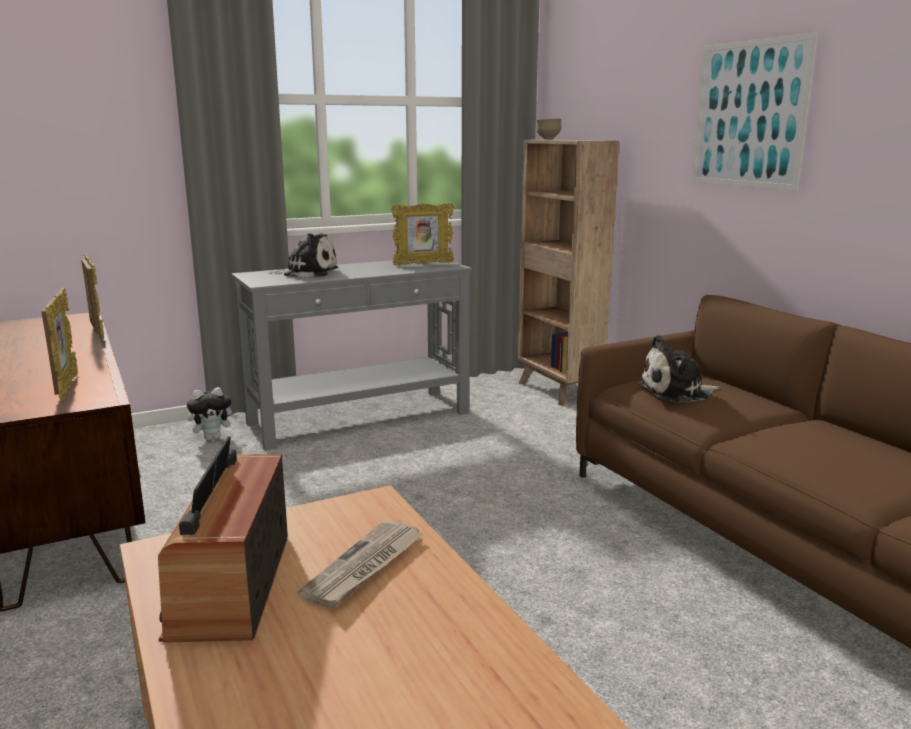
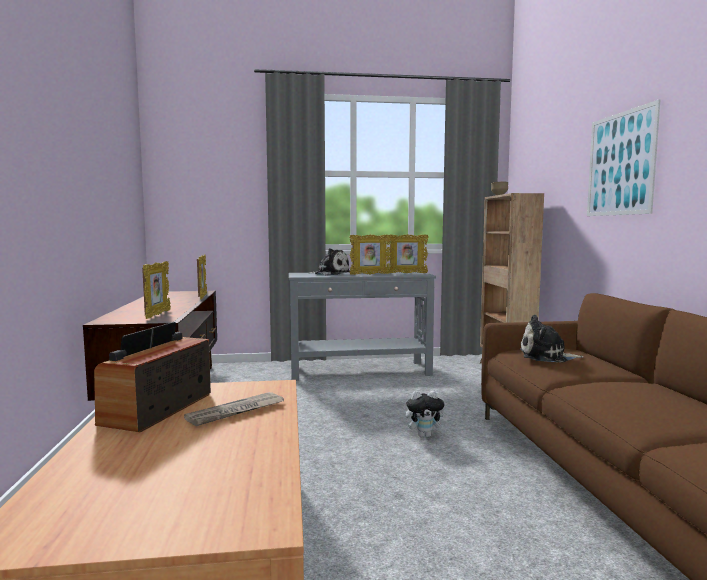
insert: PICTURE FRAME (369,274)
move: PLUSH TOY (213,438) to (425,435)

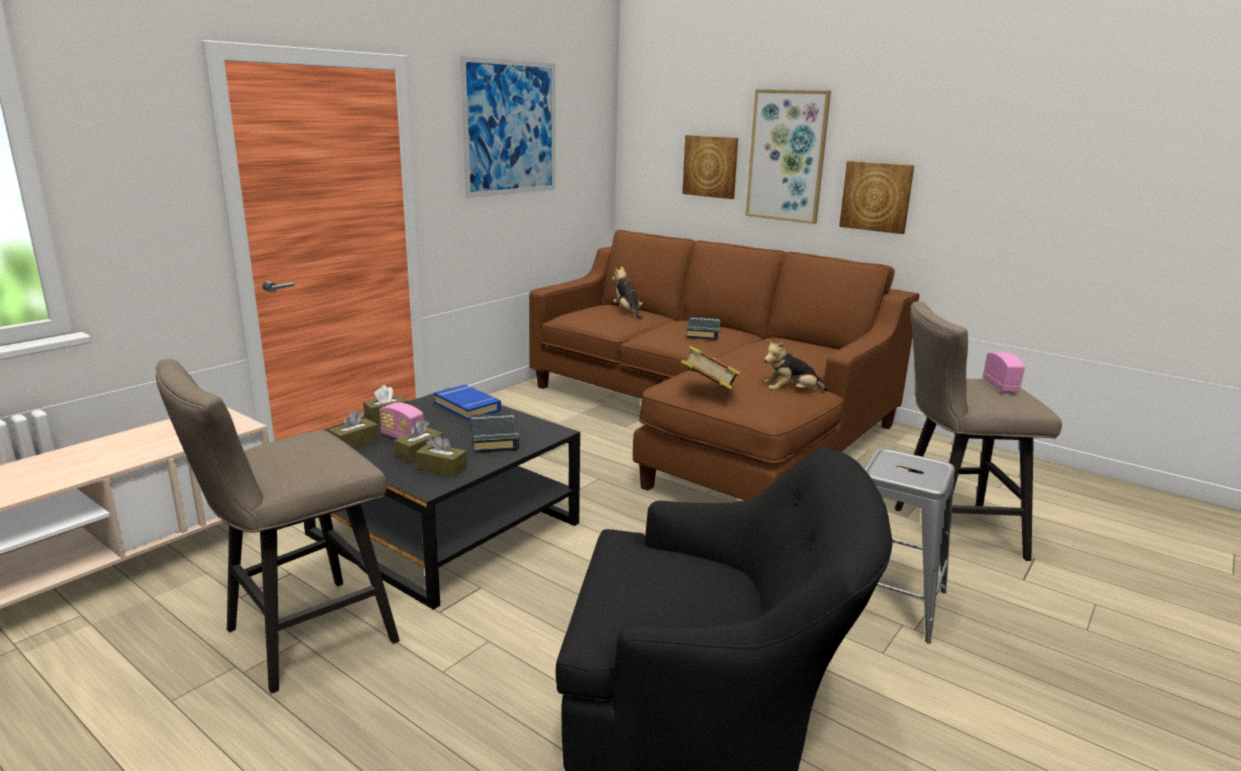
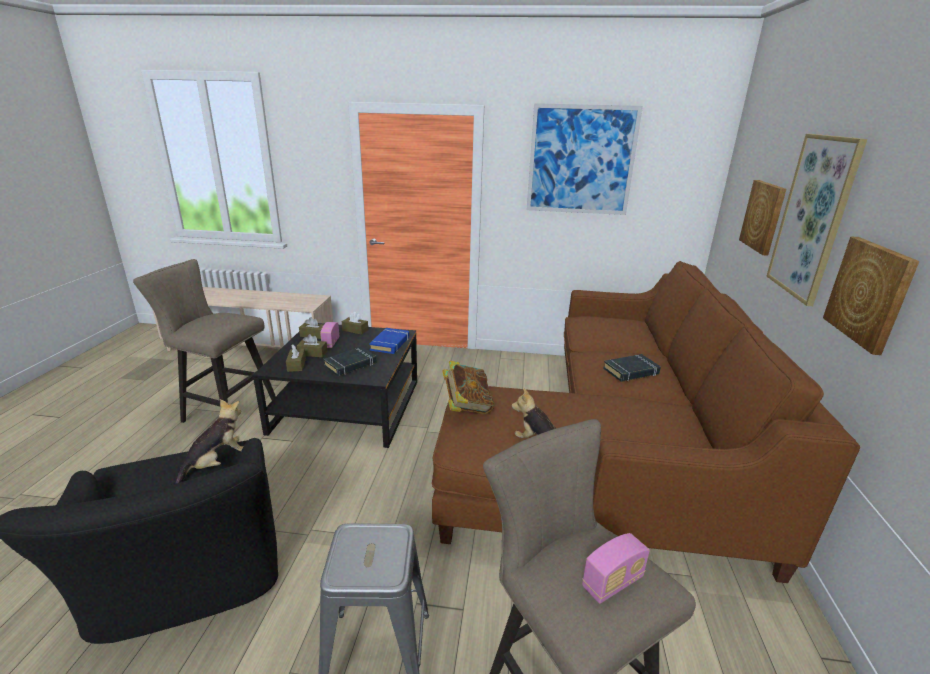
move: PLUSH TOY (627,312) to (217,463)

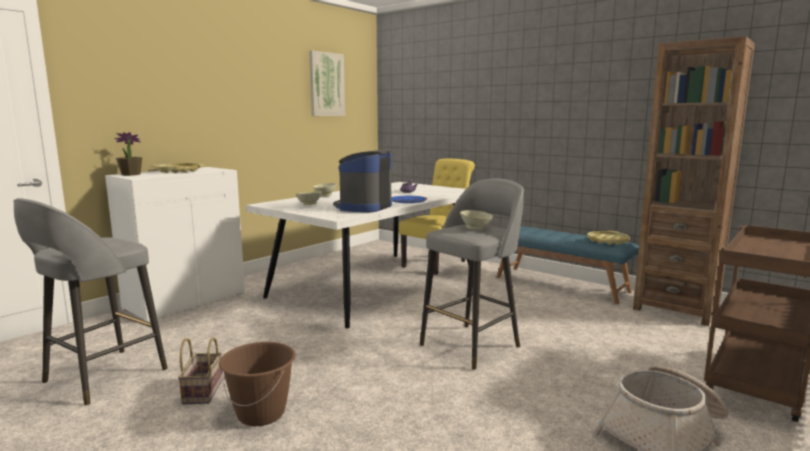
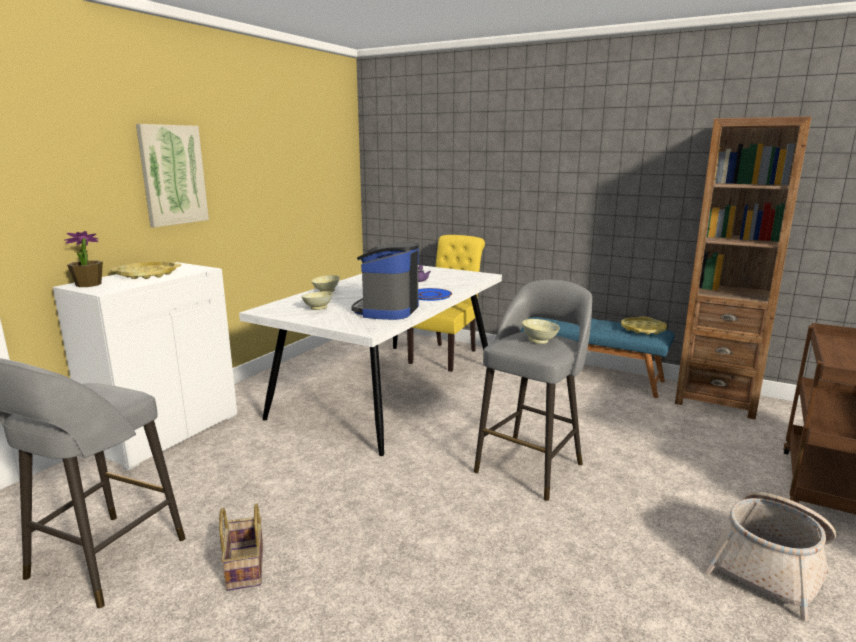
delete: BROWN BUCKET (261,413)
move: PICTURE (326,84) to (172,175)

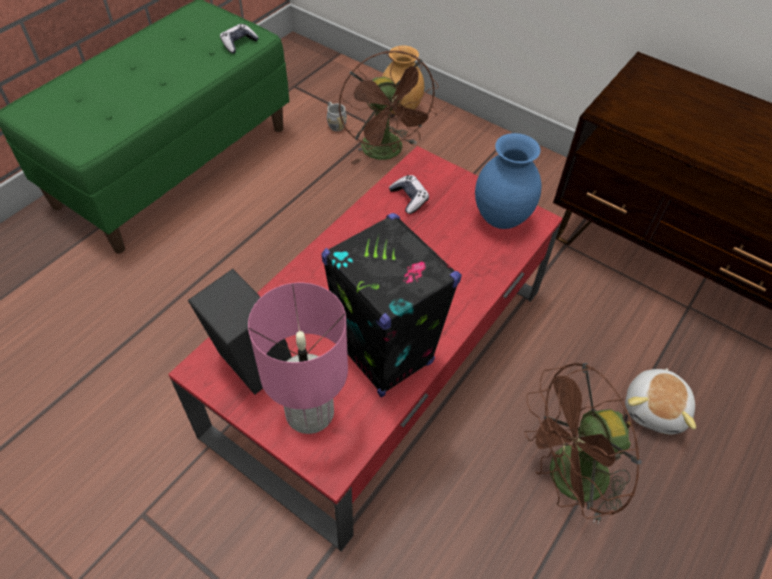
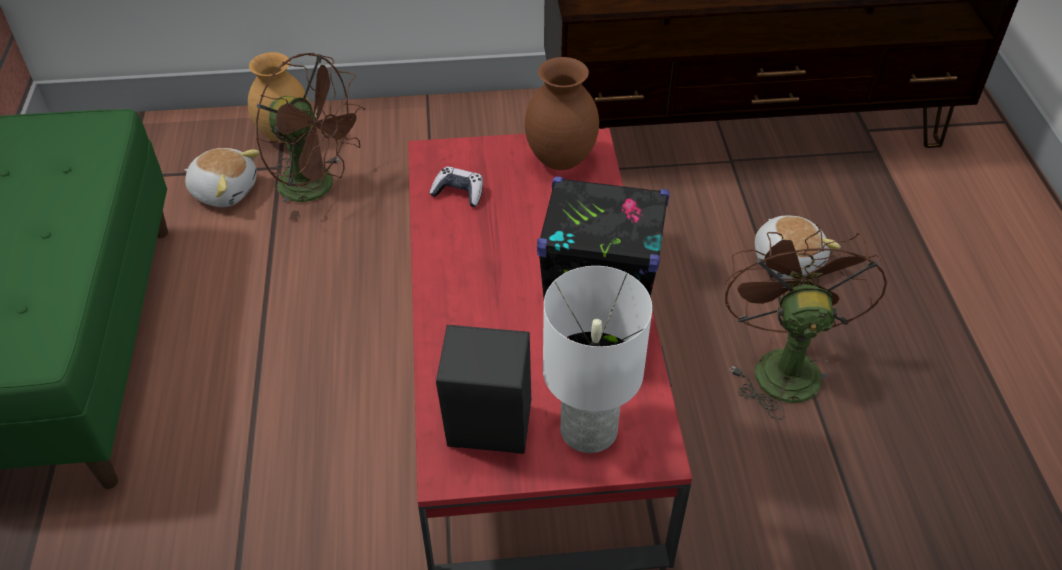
delete: GAME CONTROLLER (239,43)
replace: GREY MUG (335,123) to PLUSH TOY (224,190)
recolor: BLUE VASE (501,220) to BROWN VASE (562,161); PINK TABLE LAMP (310,411) to WHITE TABLE LAMP (588,428)
rotate: BROWN FAN (566,480) = (781,364) 150 degrees clockwise

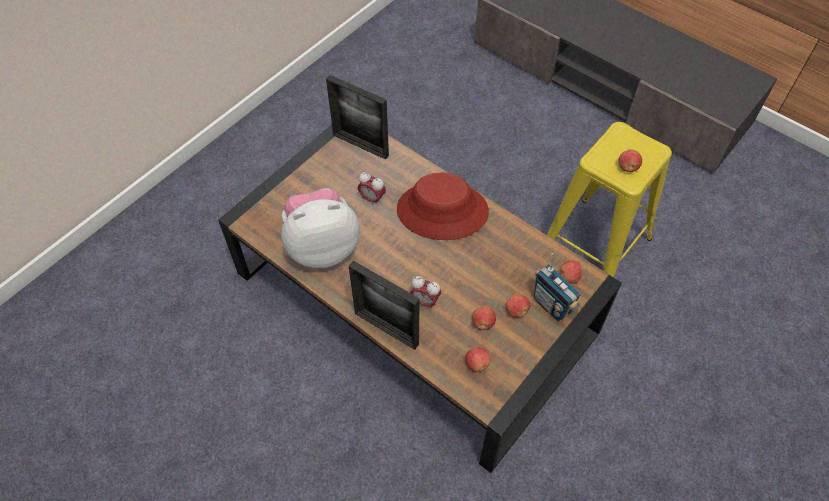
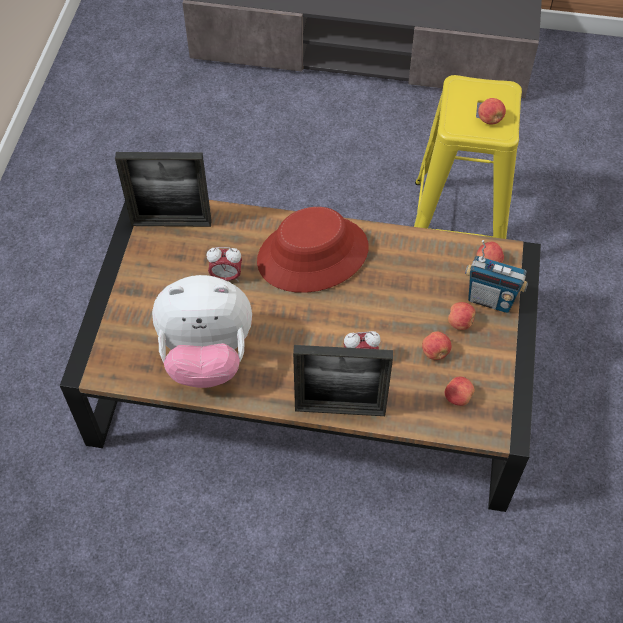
rotate: PLUSH TOY (322,246) = (206,356) 135 degrees counterclockwise

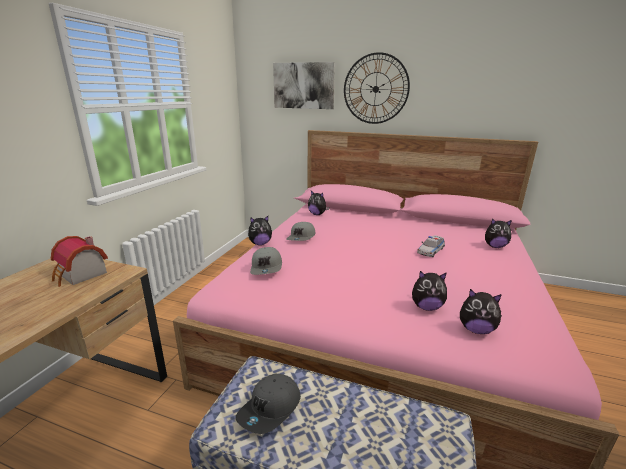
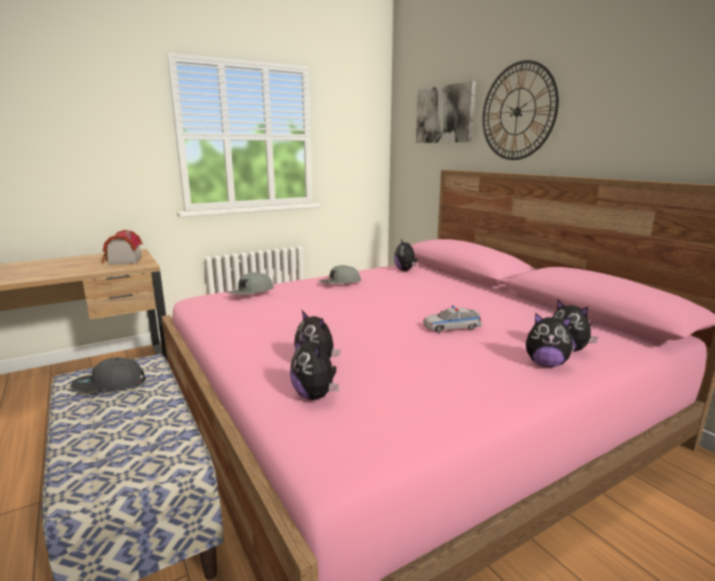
move: PLUSH TOY (260,243) to (546,364)

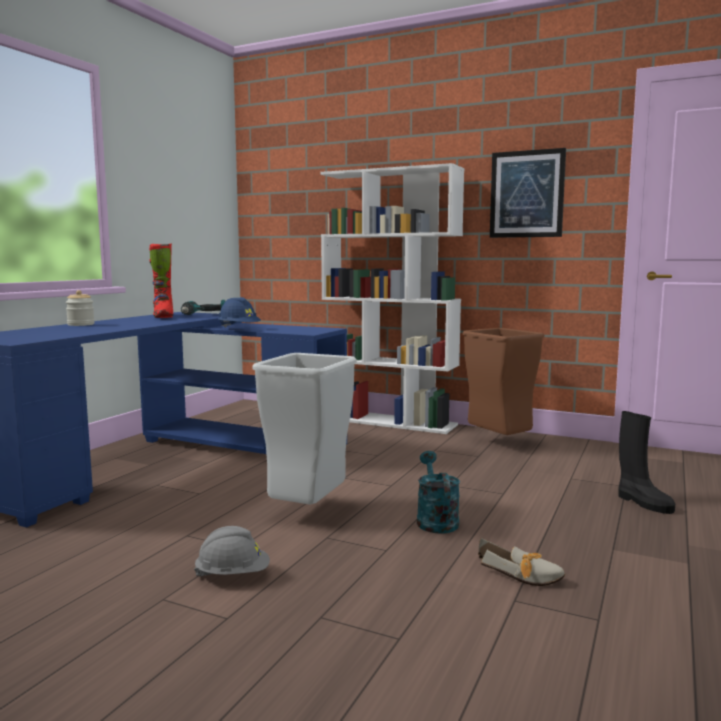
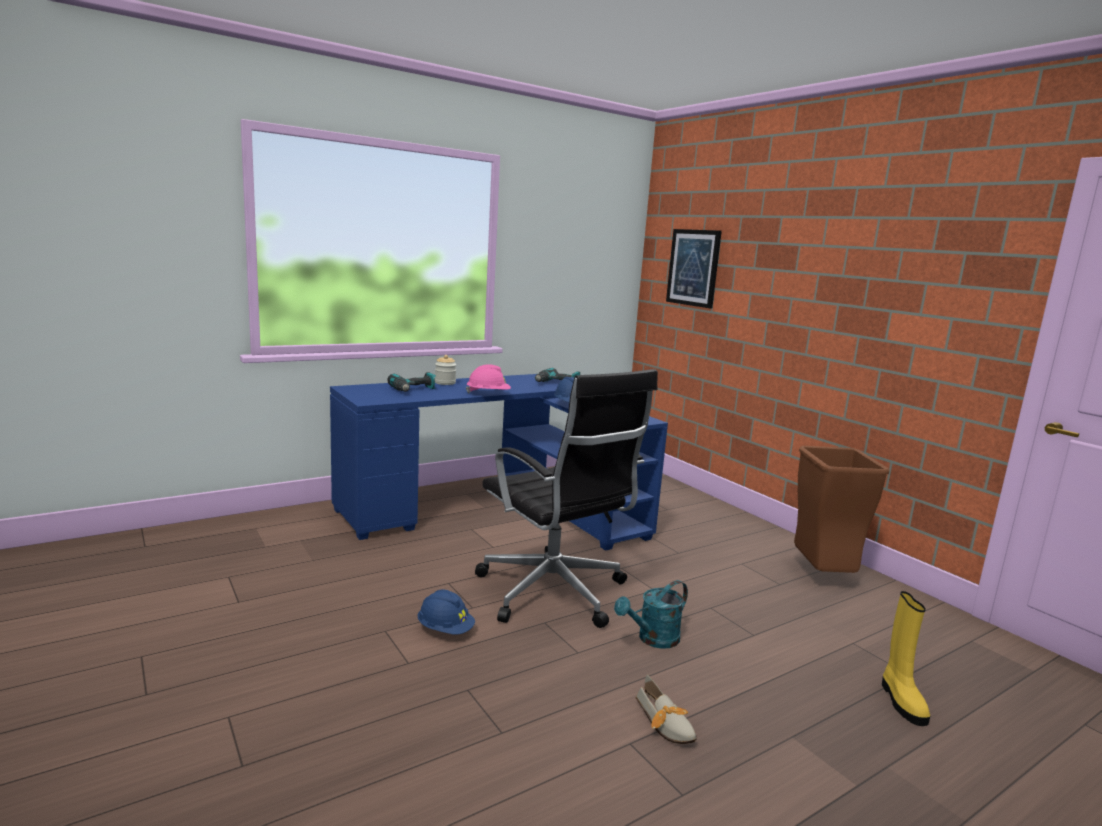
delete: WHITE BOOKCASE (390,421); RED BOOT (163,316)
insert: PINK HARD HAT (488,394); POWER DRILL (413,390)
move: PICTURE (527,194) to (693,267)
replace: GREY TRASH CAN (308,512) to BLACK OFFICE CHAIR (554,593)
recolor: BLACK BOOT (643,503) to YELLOW BOOT (901,701); GREY HARD HAT (233,575) to BLUE HARD HAT (445,630)
rotate: TURQUOISE WATERING CAN (435,520) = (653,639) 150 degrees counterclockwise

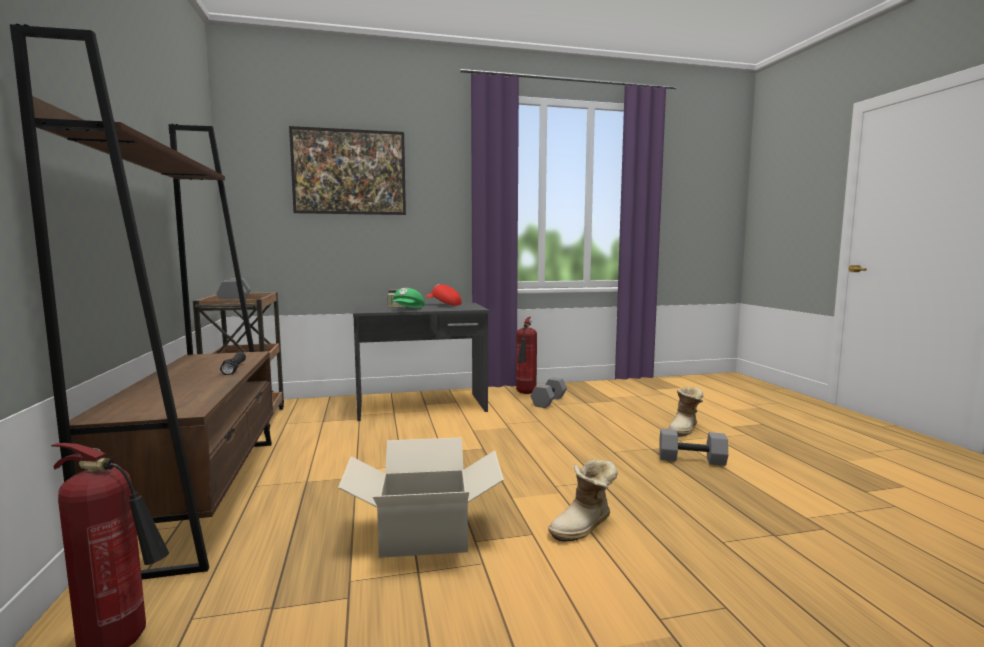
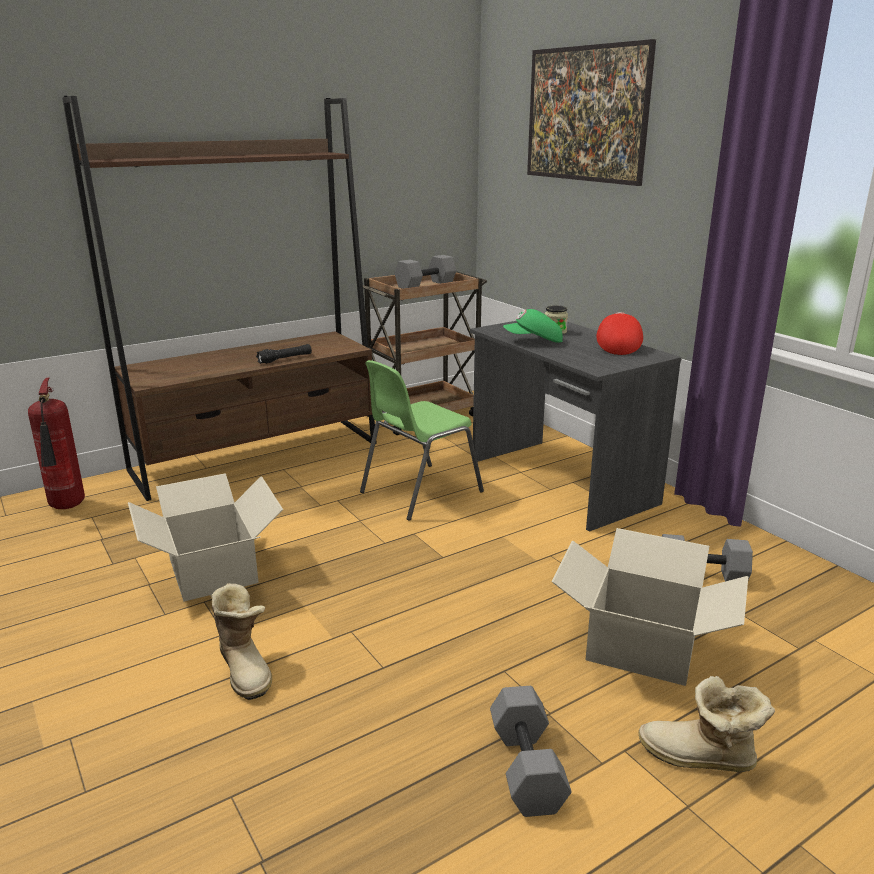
delete: FIRE EXTINGUISHER (526,393)
insert: GREEN CHAIR (418,492); CARDBOARD BOX (641,648)
rotate: BOOT (584,527) = (246,668) 150 degrees counterclockwise

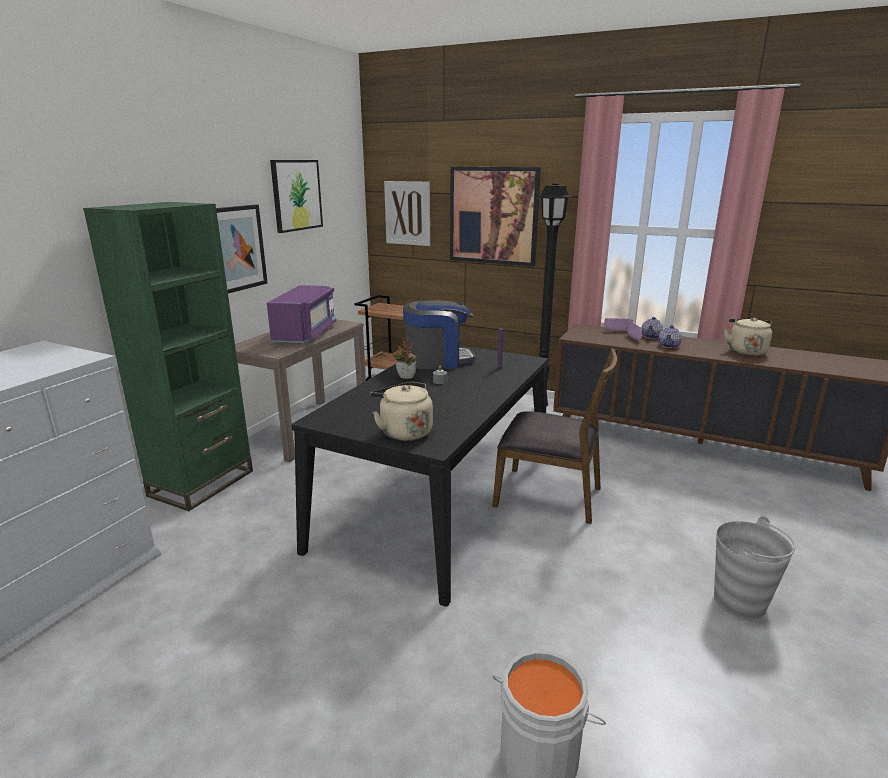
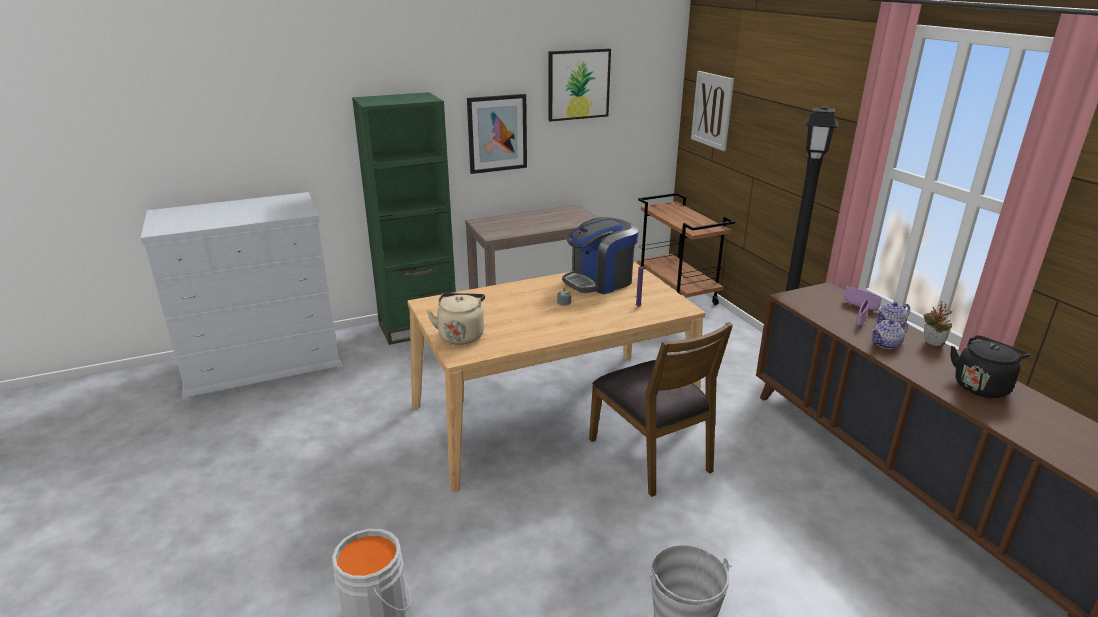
delete: PICTURE (493,216); PURPLE MICROWAVE (305,334)
move: POTTED PLANT (405,378) to (930,344)
recolor: BEIGE KETTLE (745,351) to BLACK KETTLE (981,386); BLACK DINING TABLE (438,500) to BEIGE DINING TABLE (553,413)
rotate: COFFEE MACHINE (438,360) = (600,281) 120 degrees clockwise

